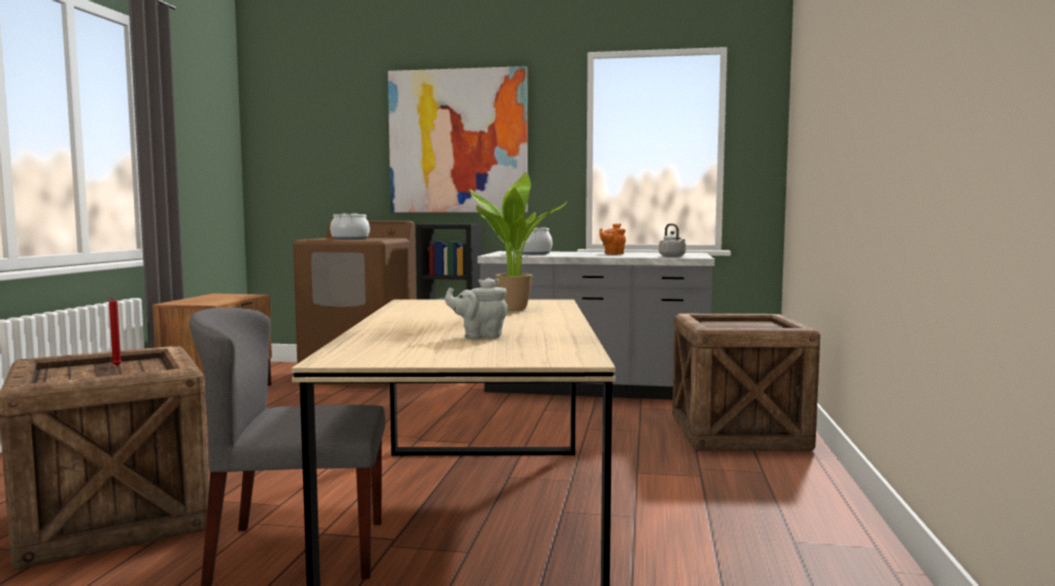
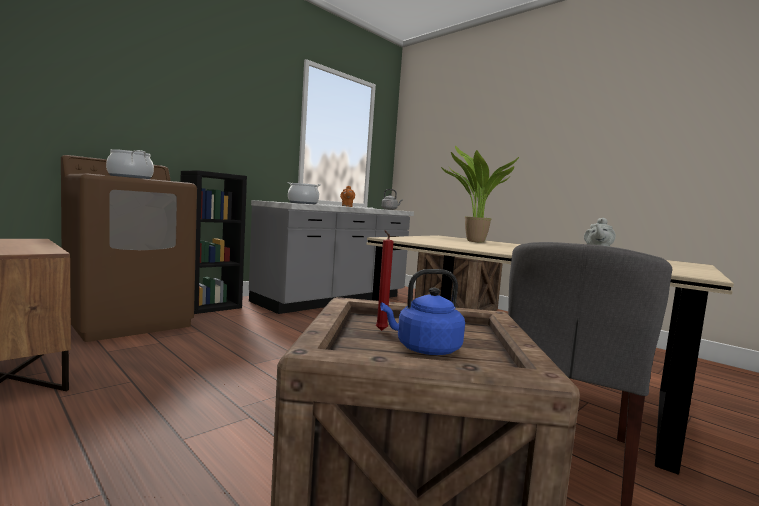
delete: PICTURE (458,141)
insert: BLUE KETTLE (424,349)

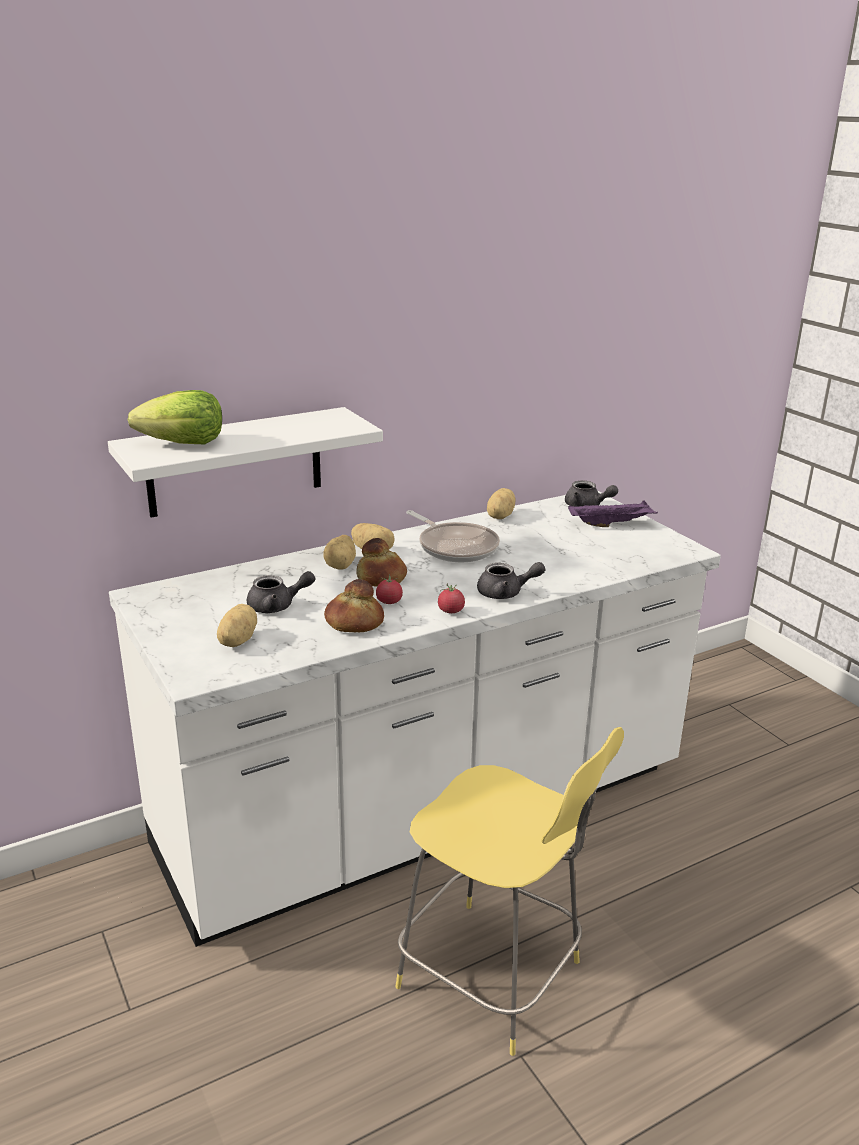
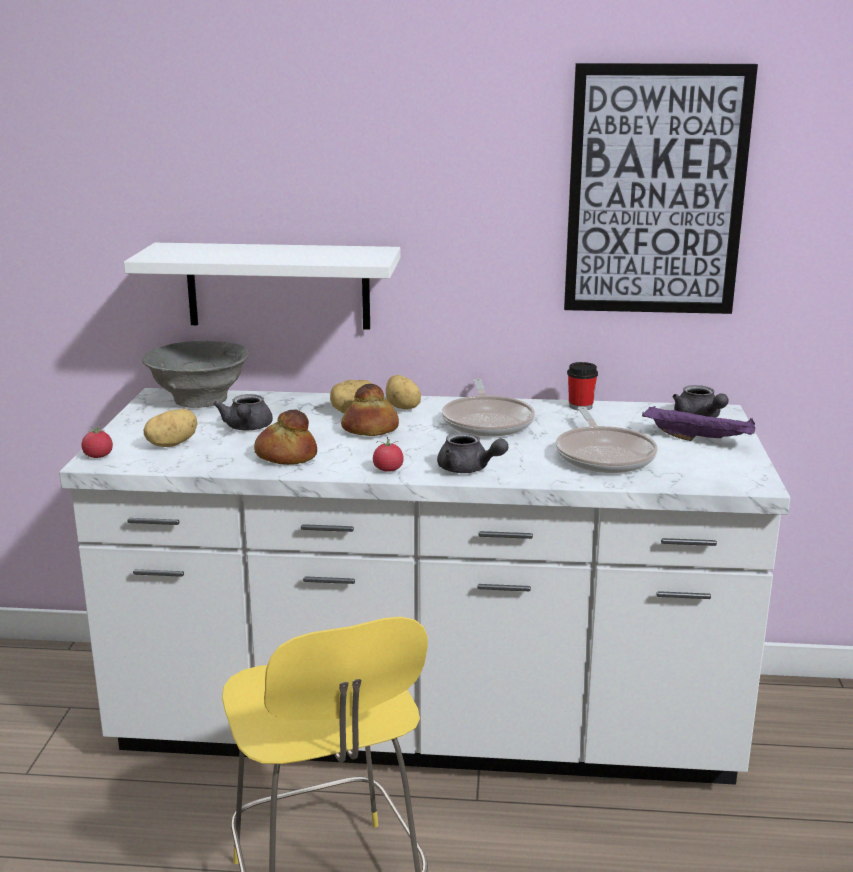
delete: LETTUCE (183,443)
insert: PICTURE (655,191); GREY BOWL (199,400); FRYING PAN (604,455)
move: TOMATO (389,602) to (98,456)
replace: POTATO (499,516) to CUP (580,406)
rotate: GREY TEAPOT (277,606) = (247,428) 60 degrees clockwise

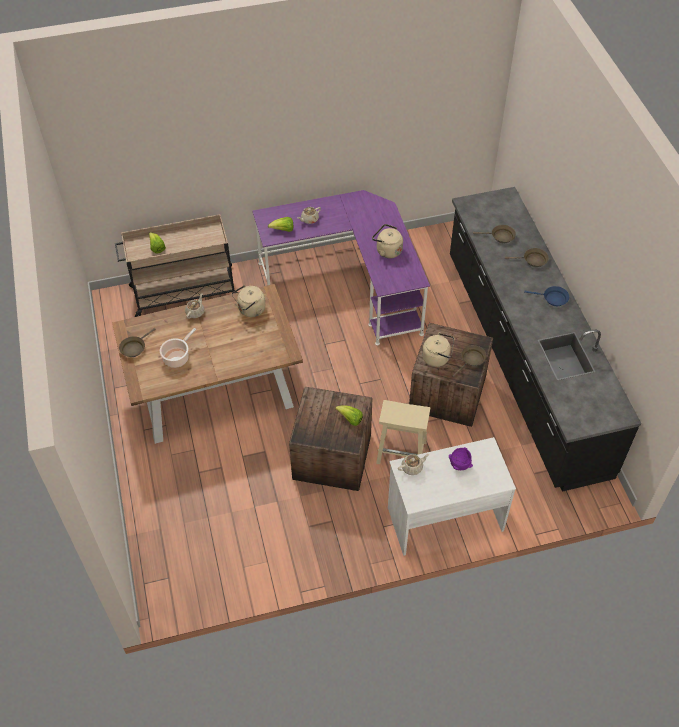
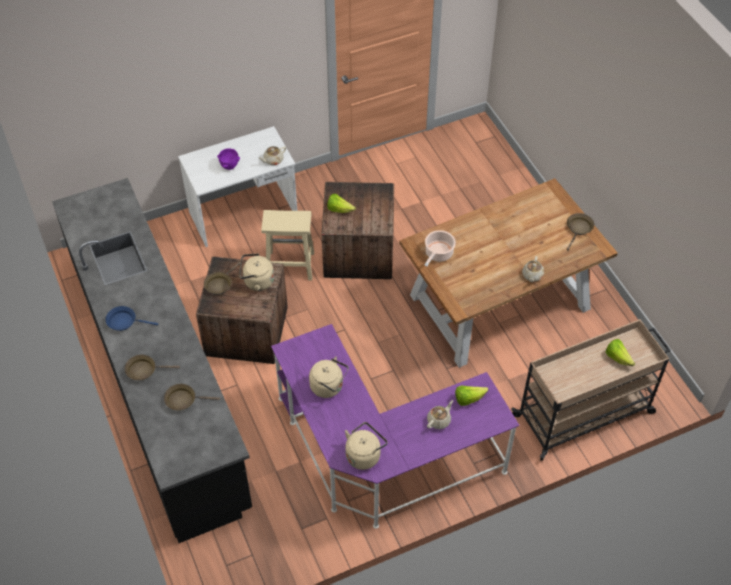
move: BEIGE KETTLE (250,310) to (364,454); COOKING POT (177,357) to (438,254)

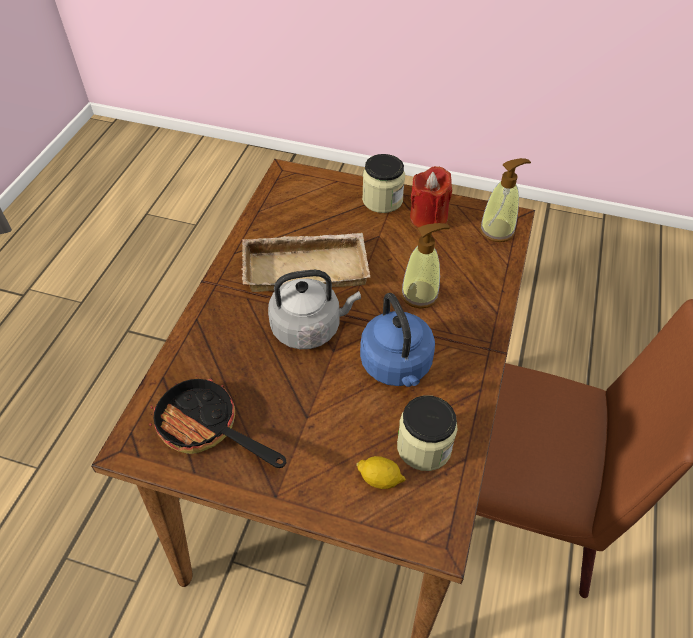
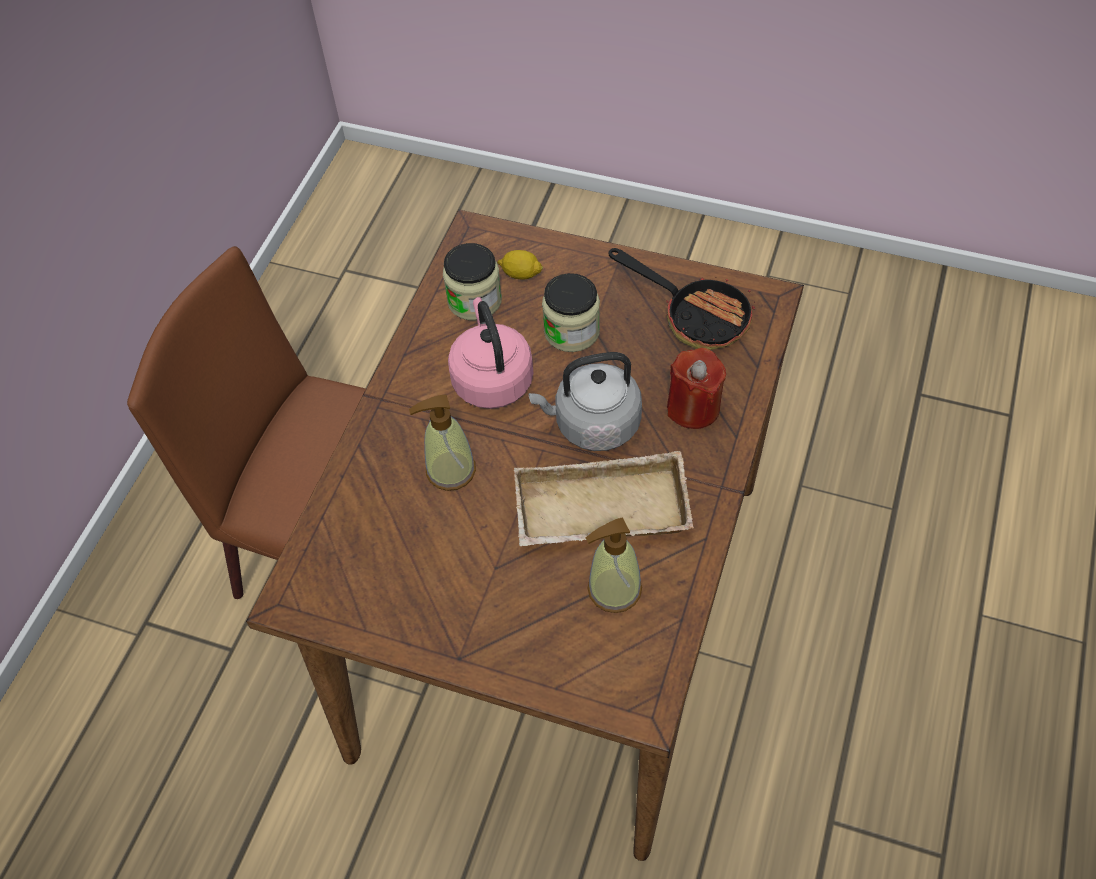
move: JAR (382,200) to (572,331); SOAP DISPENSER (497,230) to (614,589); RED CANDLE (428,217) to (693,408)
recolor: BLUE KETTLE (397,366) to PINK KETTLE (491,378)

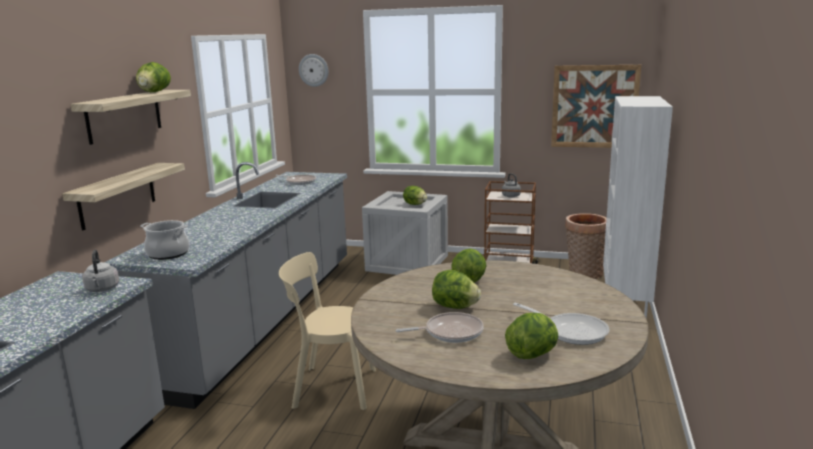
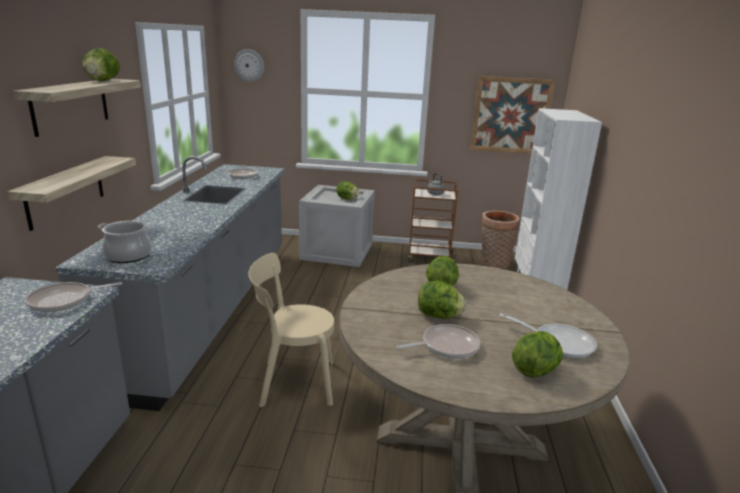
replace: GREY KETTLE (102,289) to FRYING PAN (64,301)

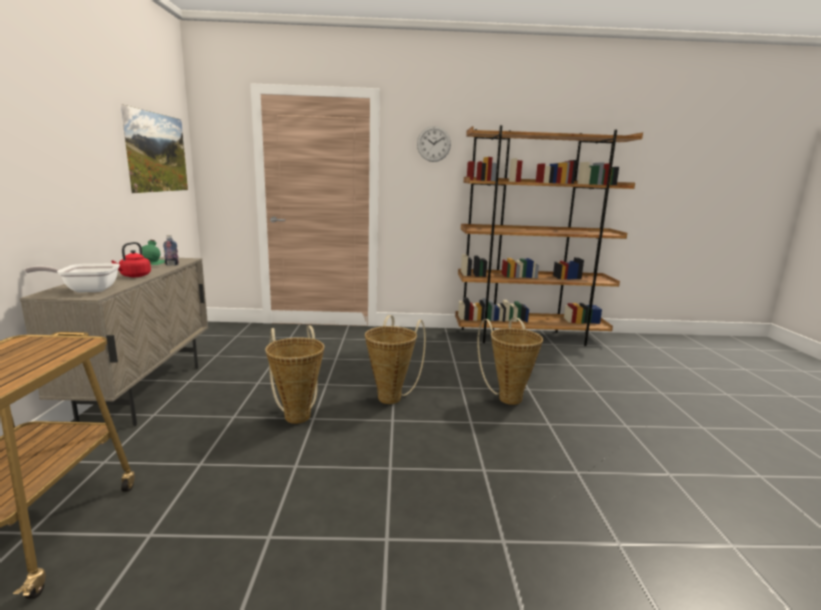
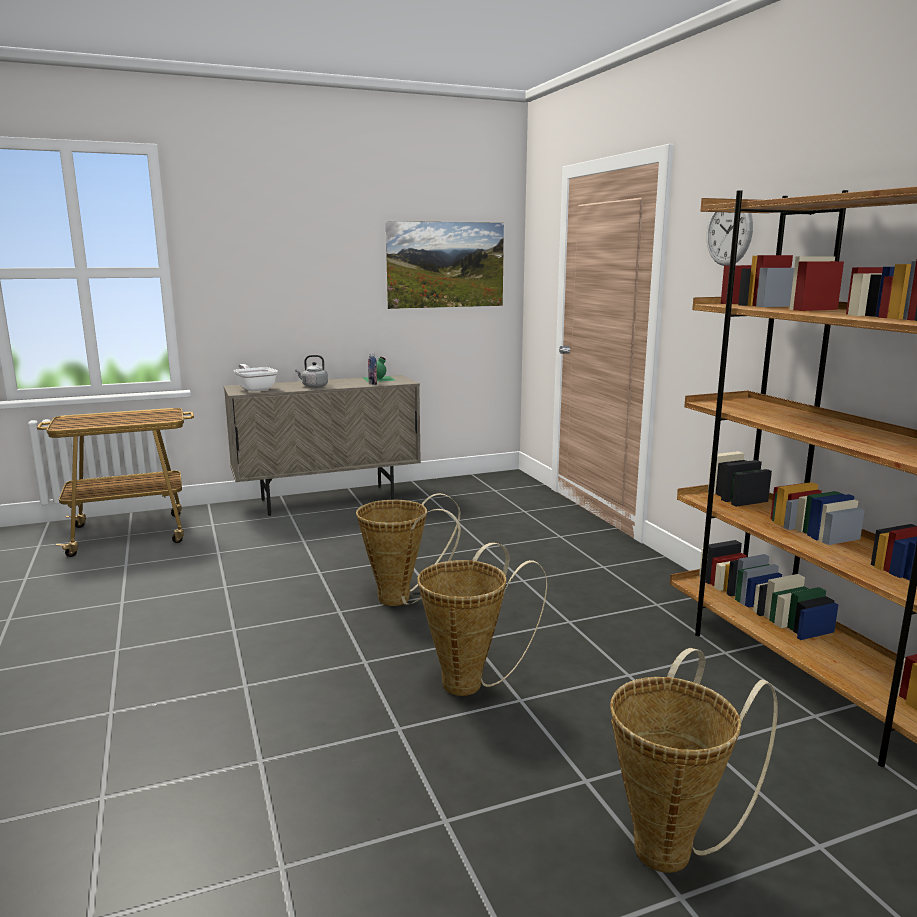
move: BASKET (297,414) to (671,846)
recolor: RED KETTLE (134,276) to GREY KETTLE (313,386)

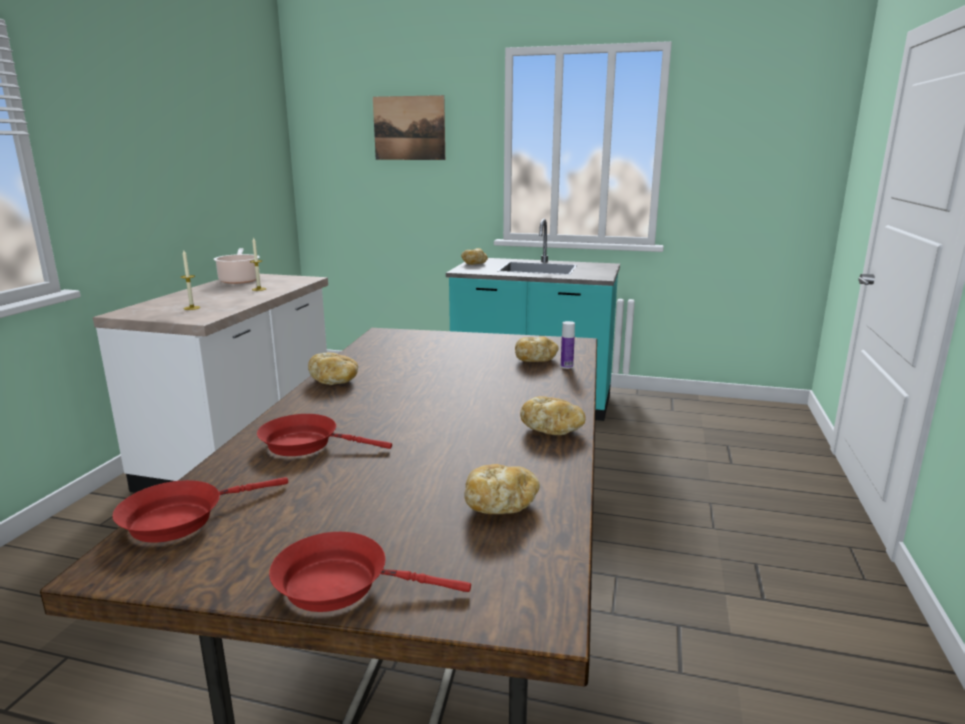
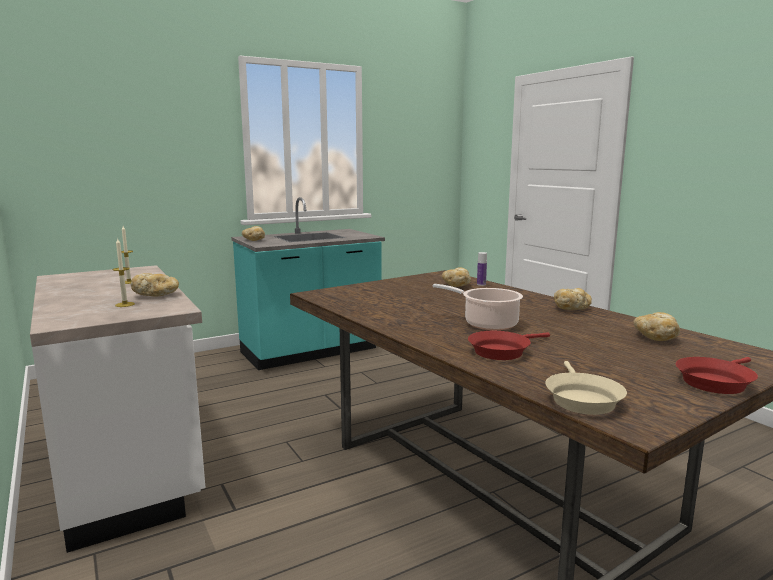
delete: PICTURE (409,128)
move: COOKING POT (239,280) to (487,324); BREAD (335,381) to (156,295)
recolor: RED FRYING PAN (181,518) to BEIGE FRYING PAN (581,399)

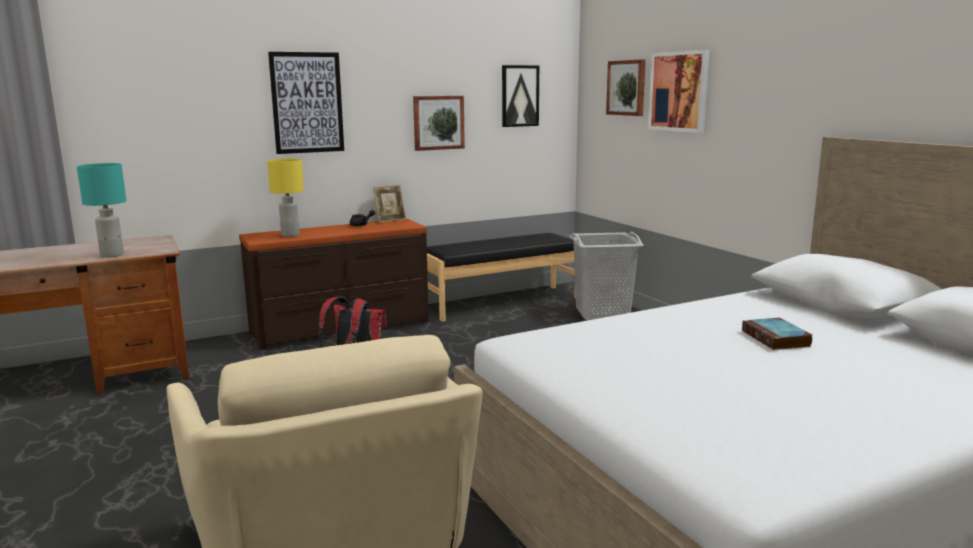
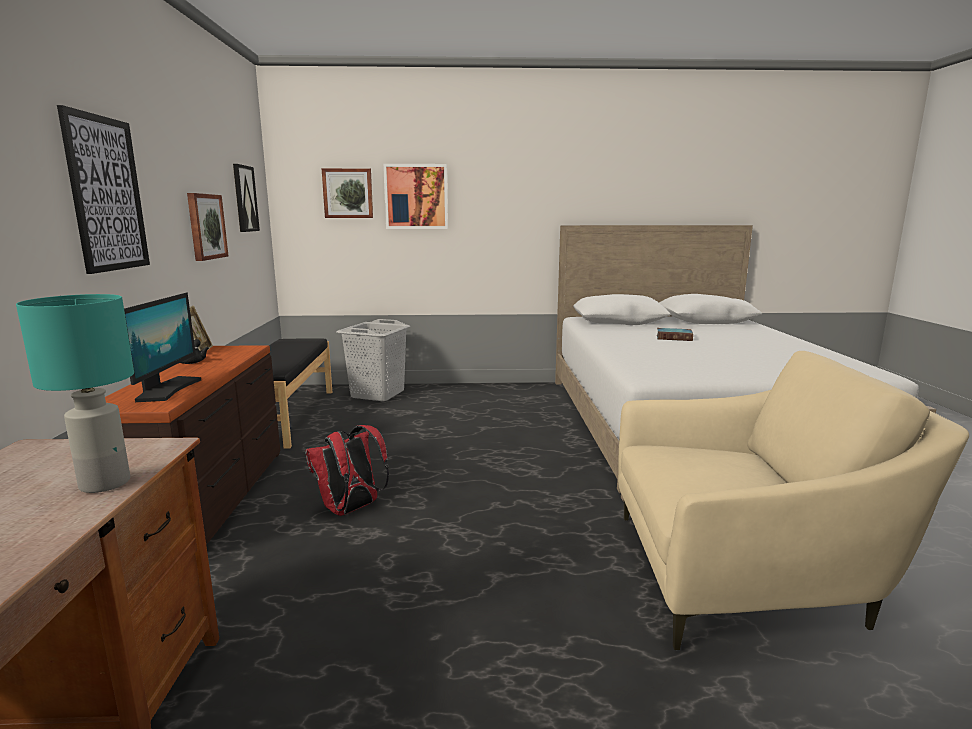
replace: YELLOW TABLE LAMP (290,235) to MONITOR (167,389)

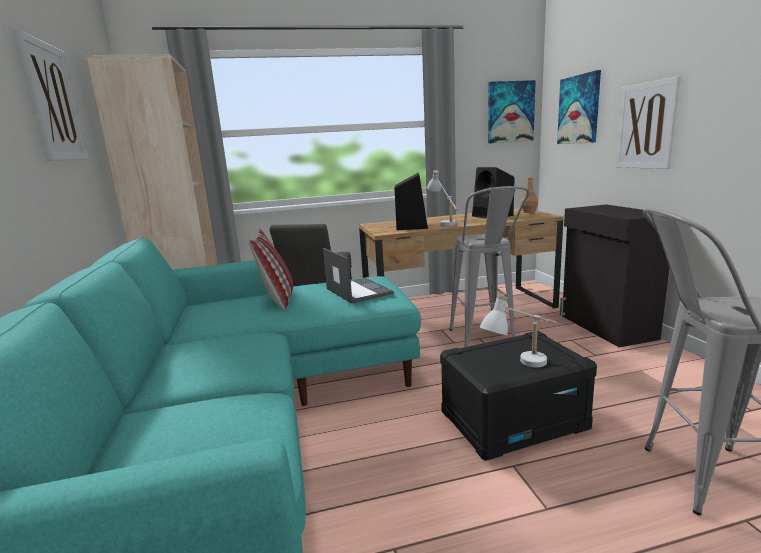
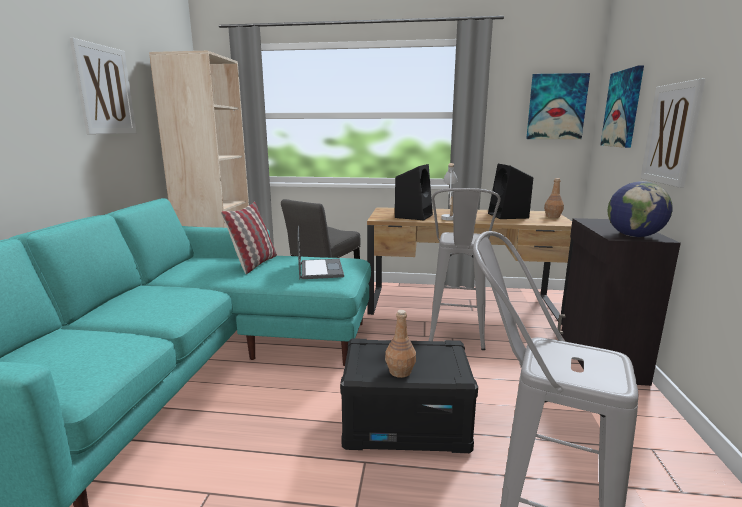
insert: GLOBE (634,236)
replace: WHITE TABLE LAMP (522,368) to BROWN BOTTLE (400,372)

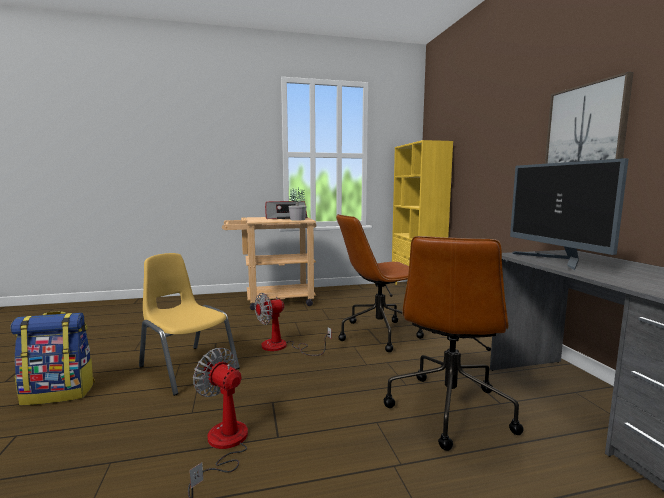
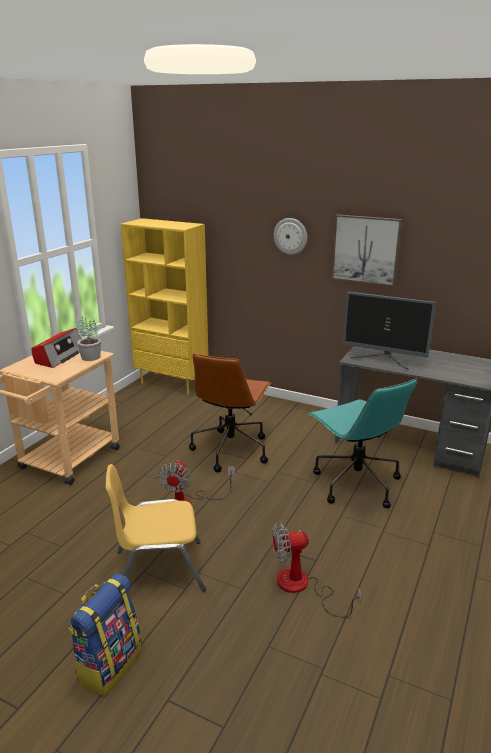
insert: WALL CLOCK (290,236)
recolor: BROWN OFFICE CHAIR (449,408) to TURQUOISE OFFICE CHAIR (355,483)

